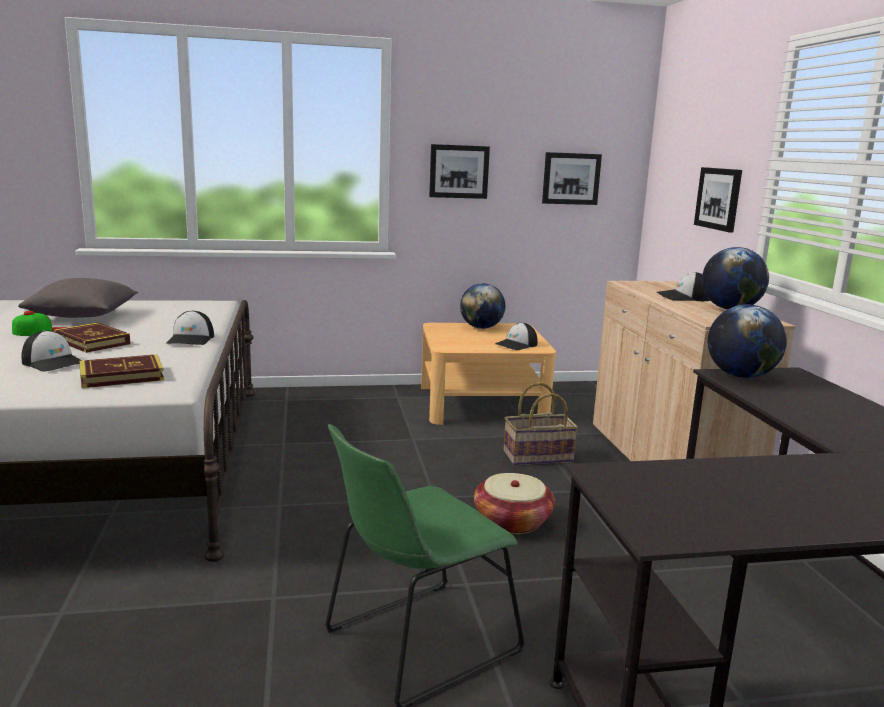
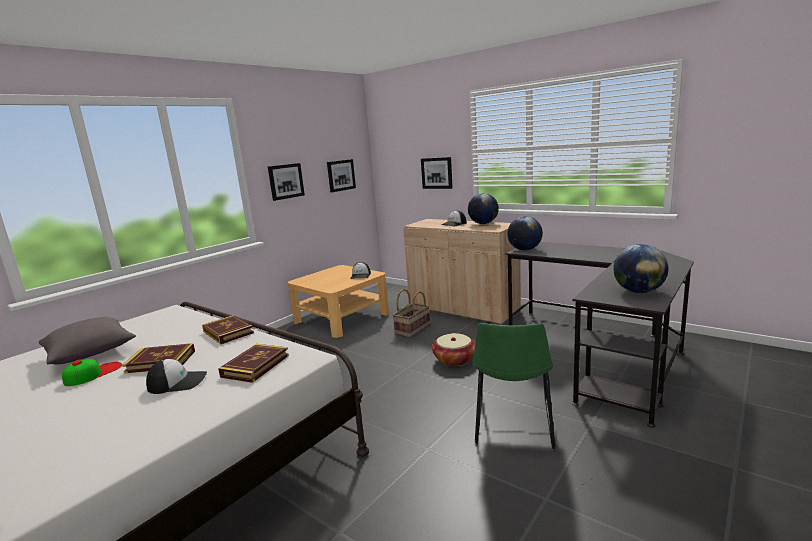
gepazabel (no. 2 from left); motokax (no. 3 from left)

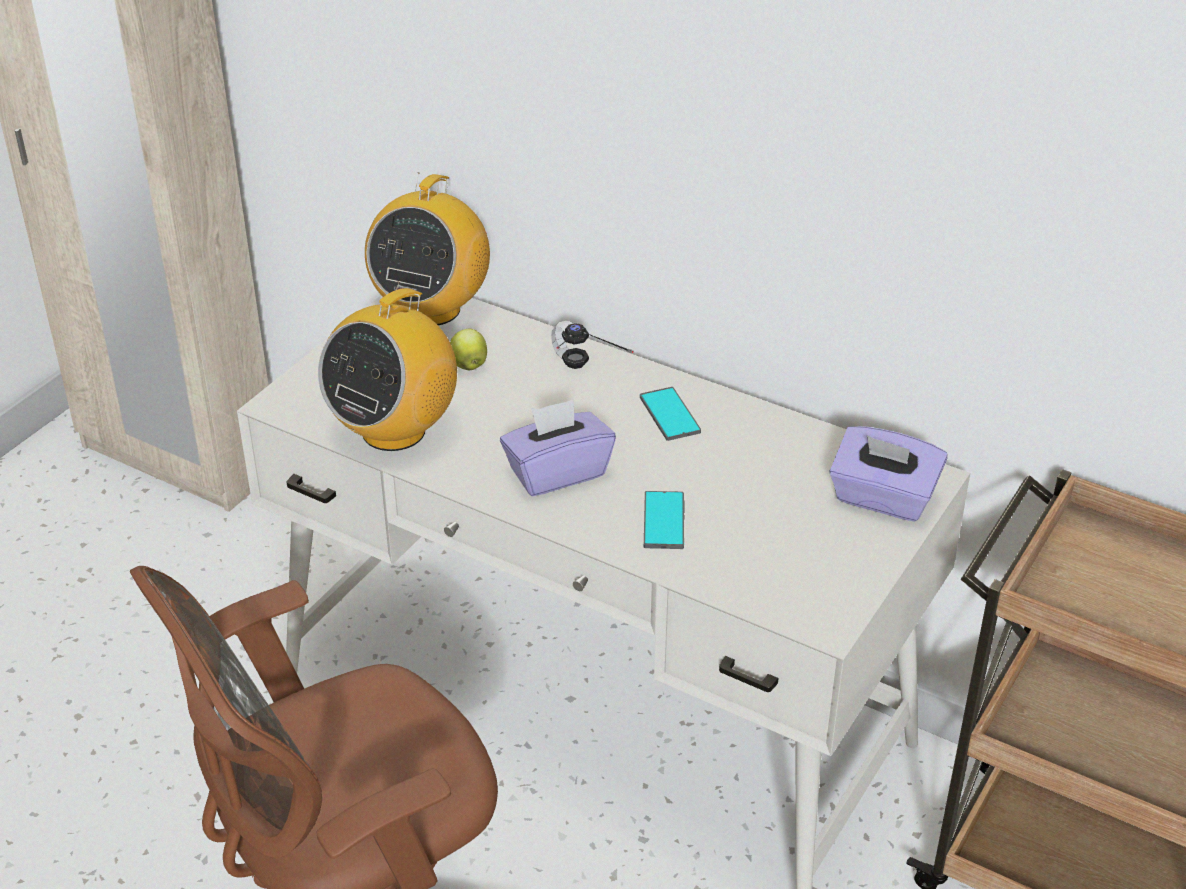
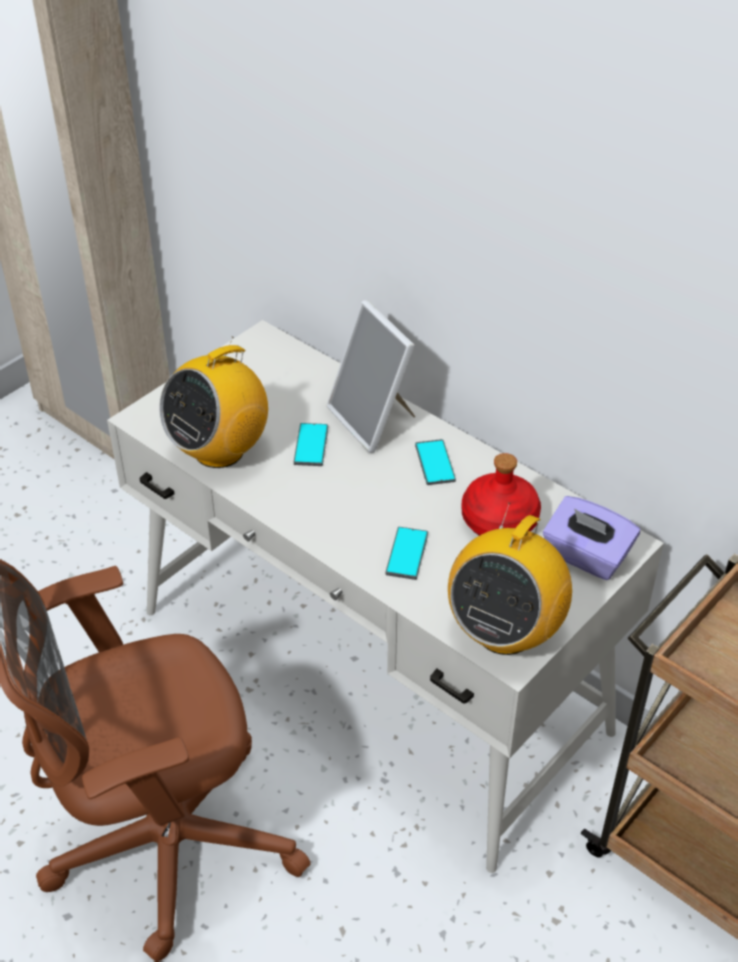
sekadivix (no. 2 from left); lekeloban; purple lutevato (no. 1 from left in the first image); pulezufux; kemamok (no. 1 from left); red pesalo

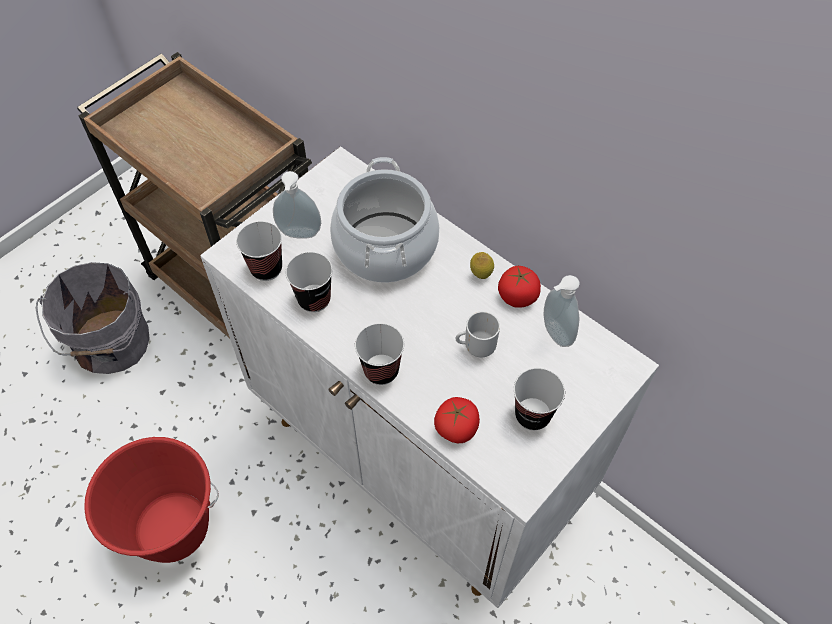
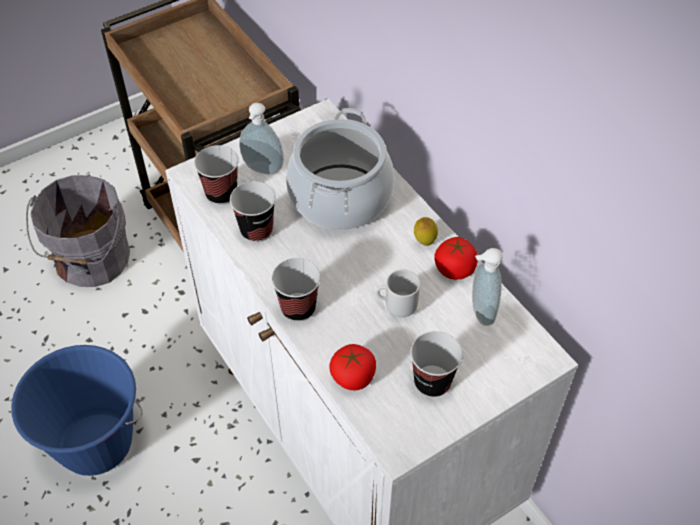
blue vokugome

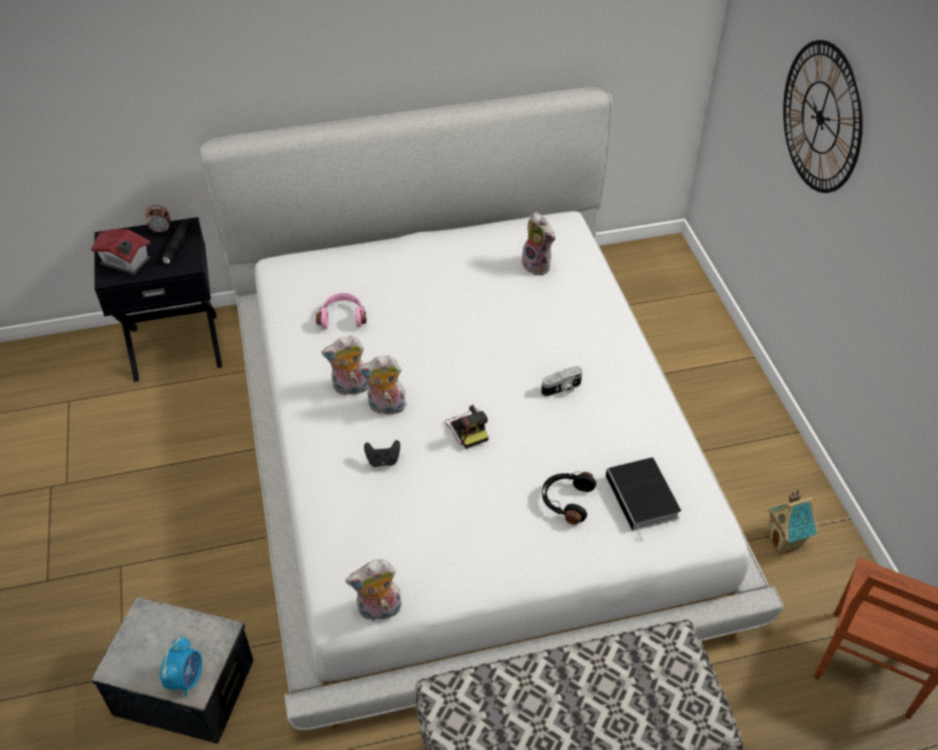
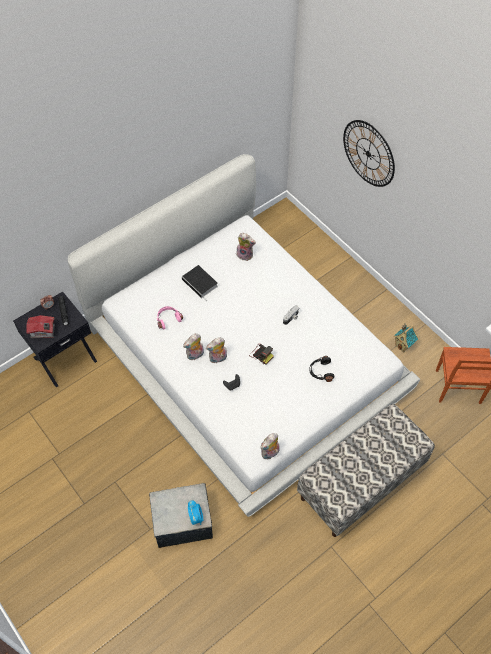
gepazabel

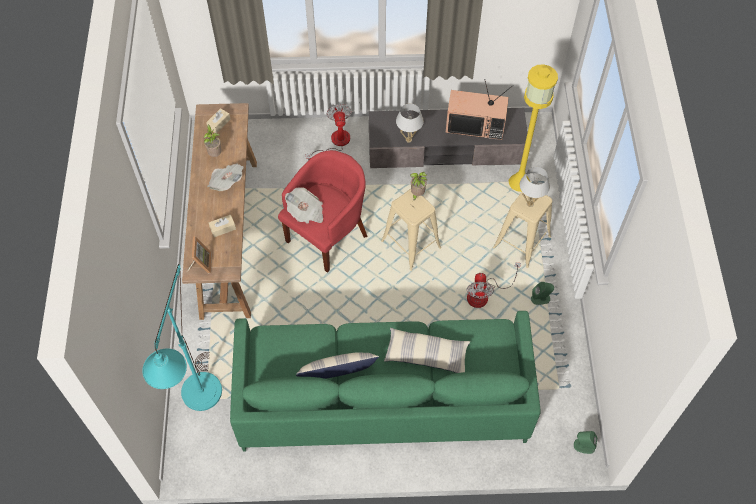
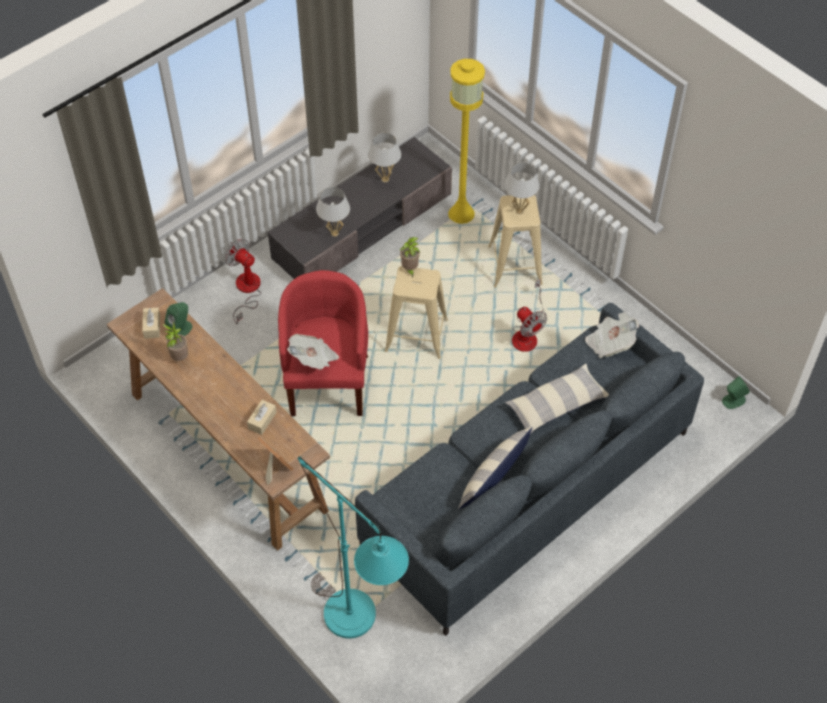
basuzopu (no. 2 from left); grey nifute; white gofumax (no. 2 from left); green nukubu (no. 1 from left)

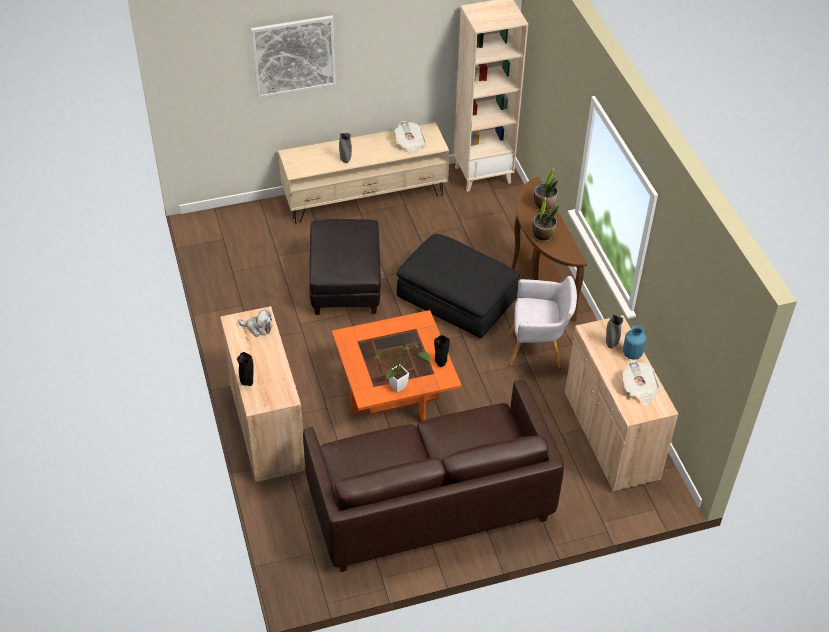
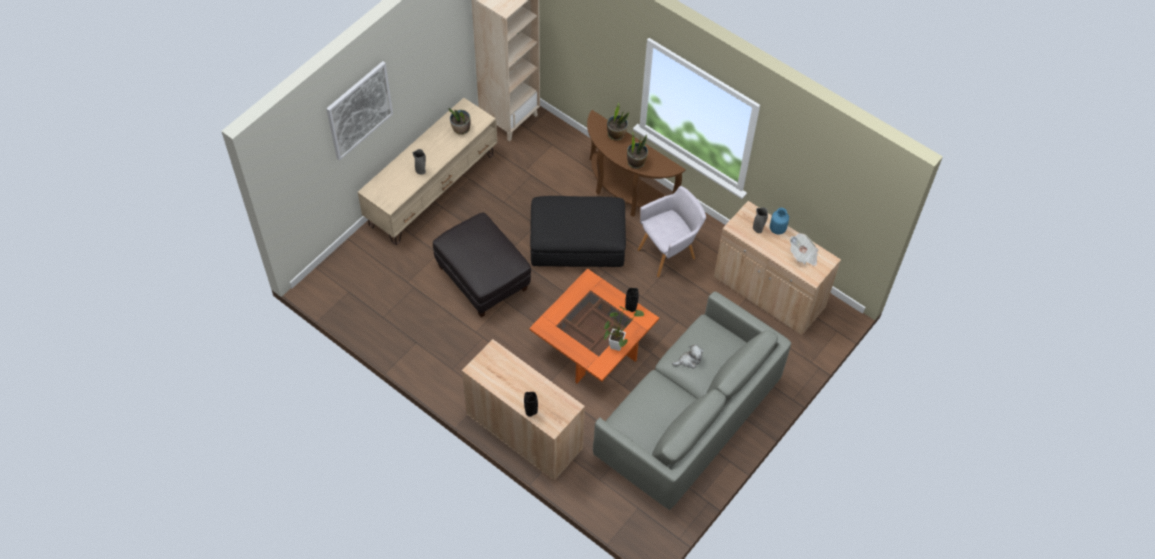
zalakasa; grey nifute; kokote (no. 1 from left)

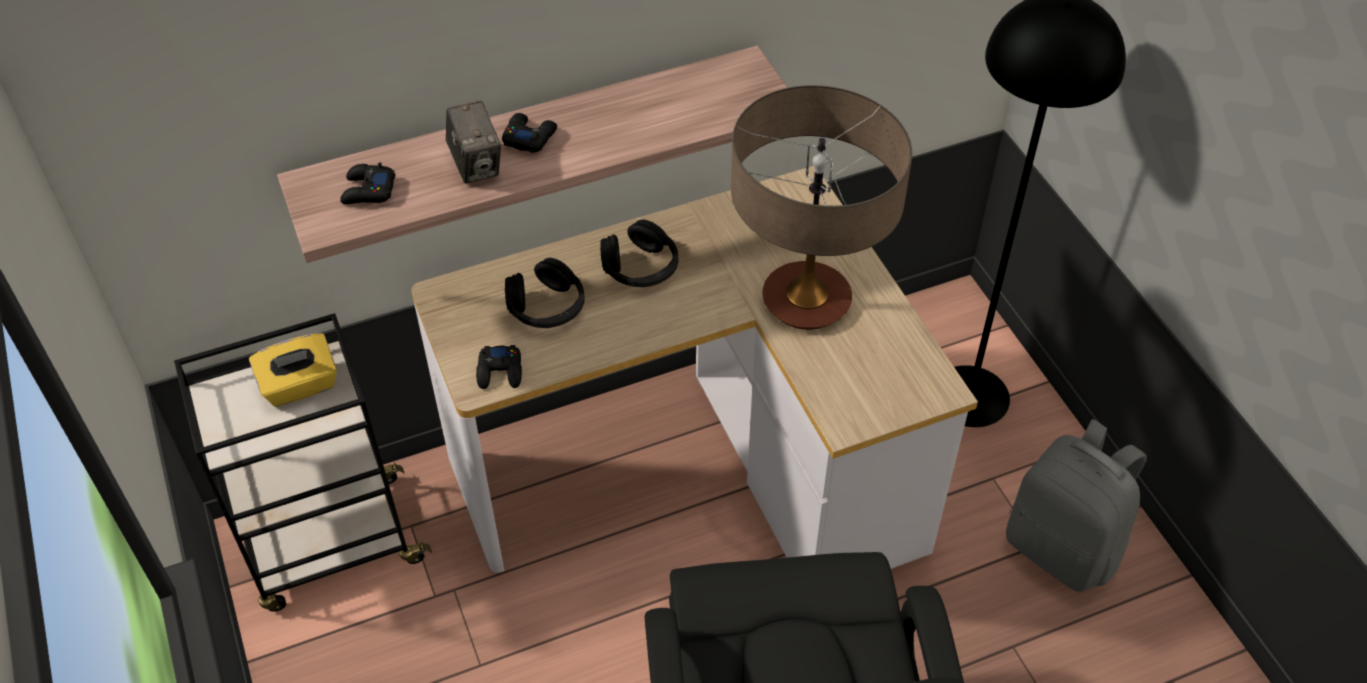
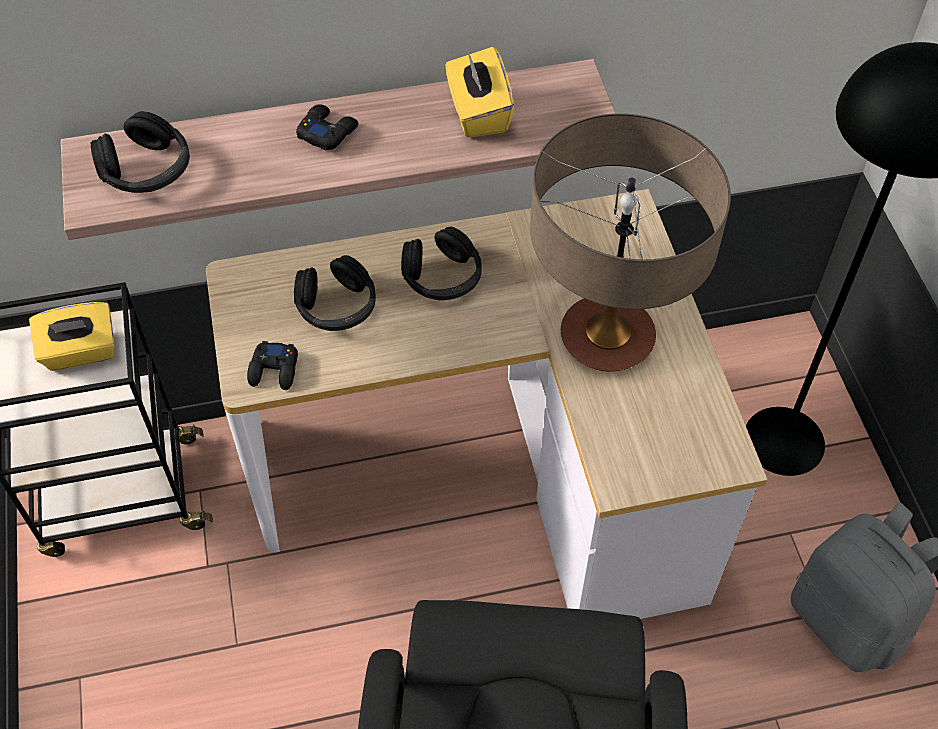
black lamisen (no. 1 from left); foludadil; yellow lutevato (no. 2 from left)

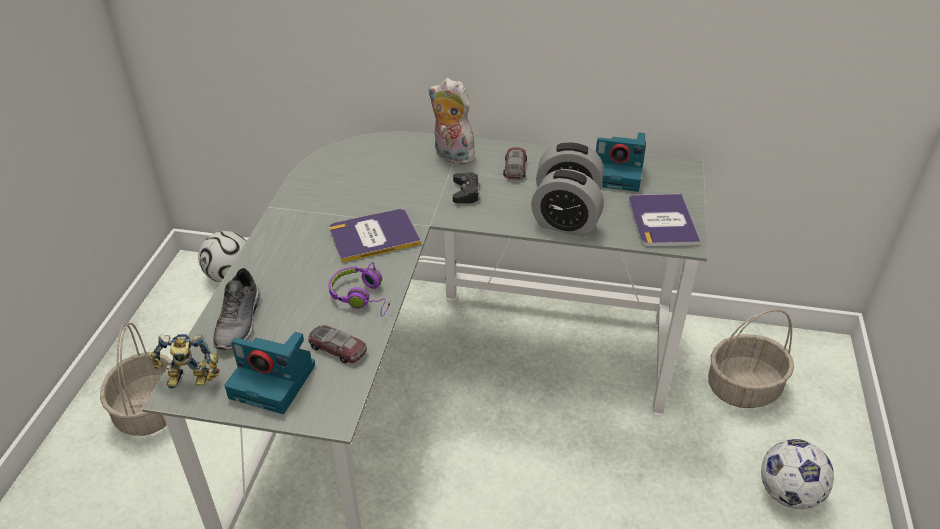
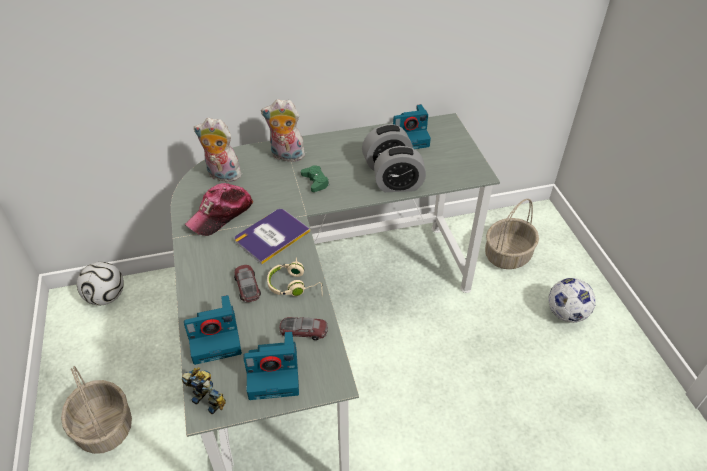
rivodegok; foludadil (no. 1 from left); beige lamisen; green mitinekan; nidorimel (no. 1 from left); gepazabel (no. 2 from left in the first image); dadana; zalakasa (no. 1 from left)

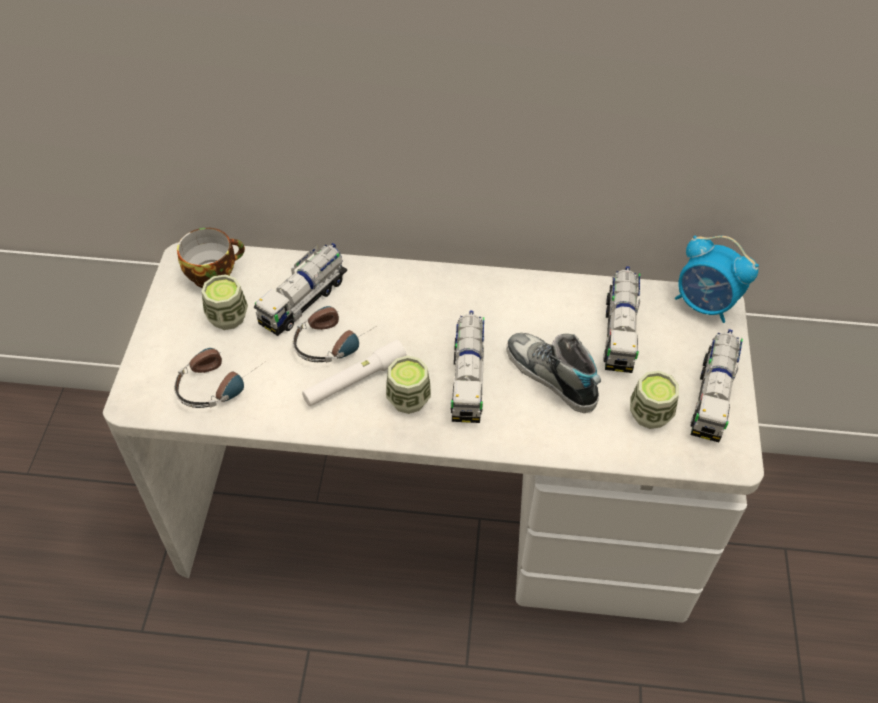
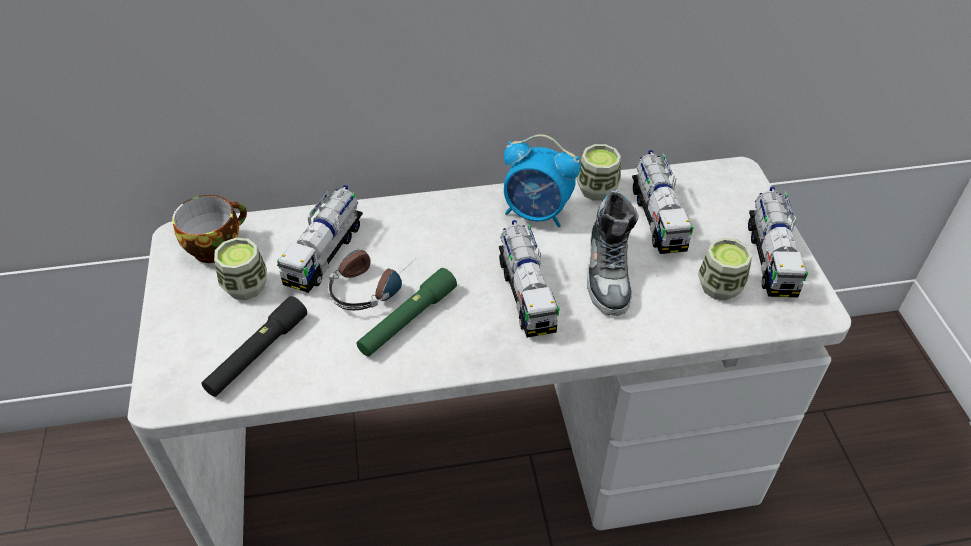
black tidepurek; green tidepurek; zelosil (no. 3 from left); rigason; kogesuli

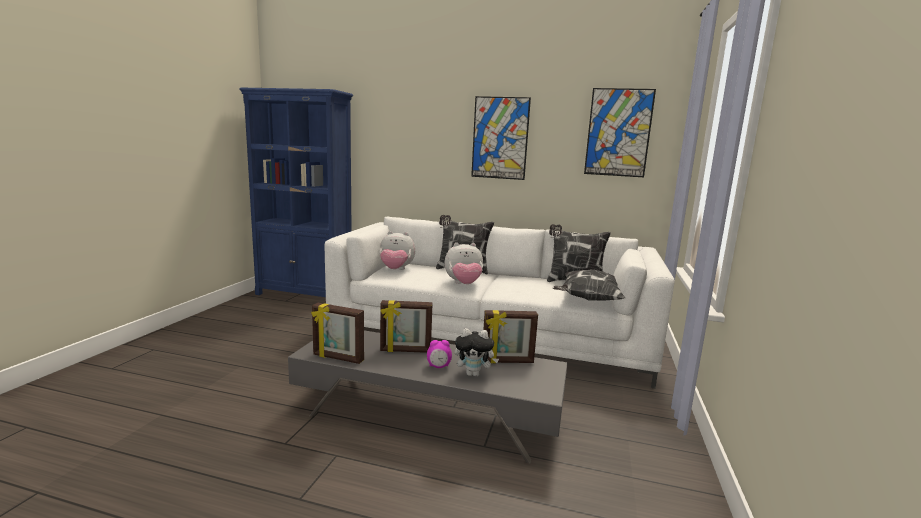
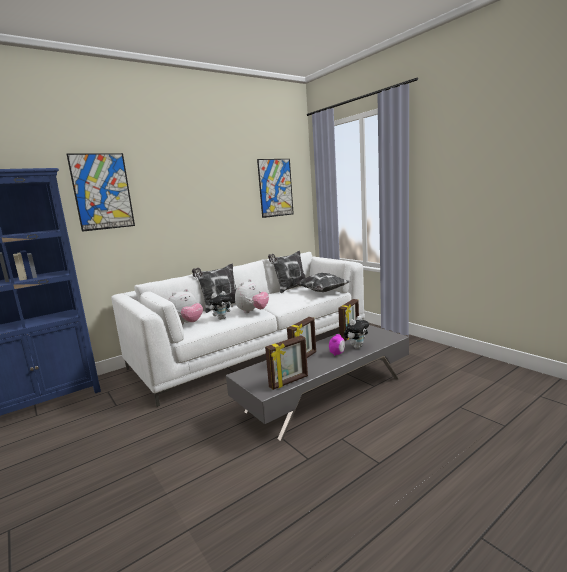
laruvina (no. 1 from left); zalakasa (no. 2 from left)

